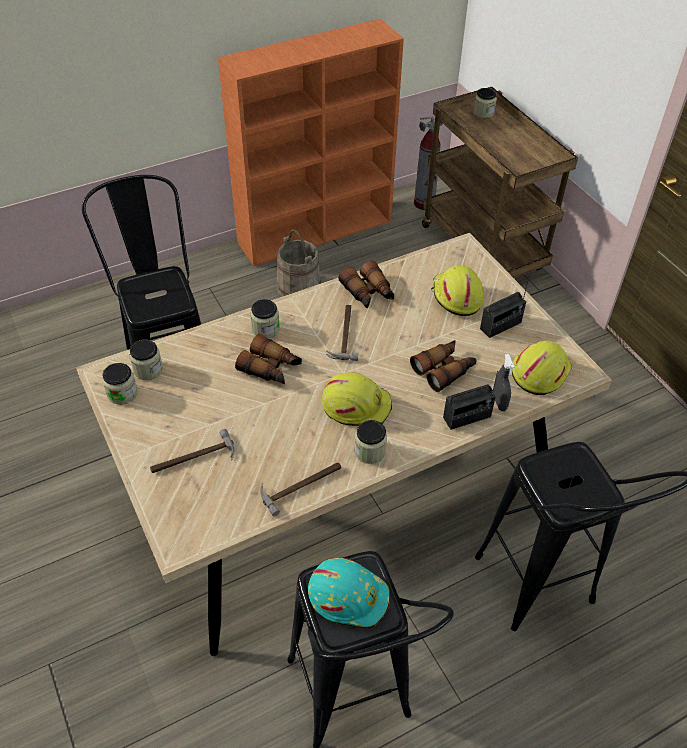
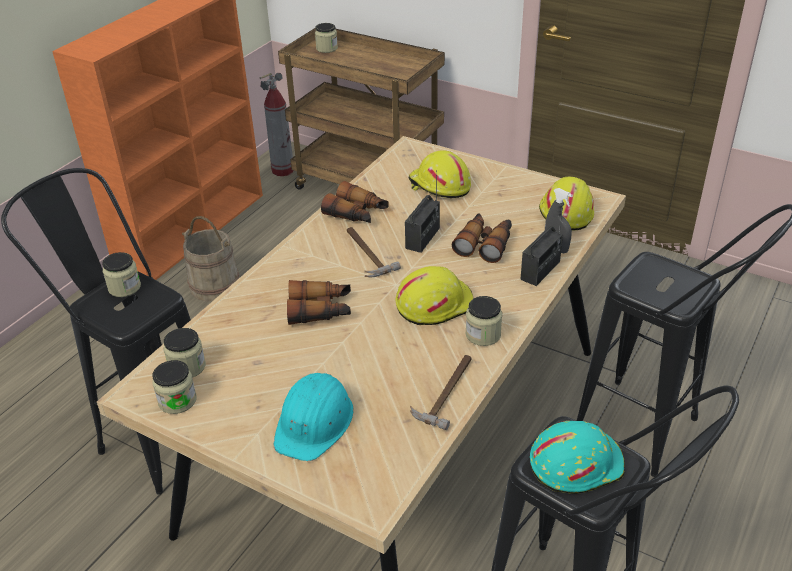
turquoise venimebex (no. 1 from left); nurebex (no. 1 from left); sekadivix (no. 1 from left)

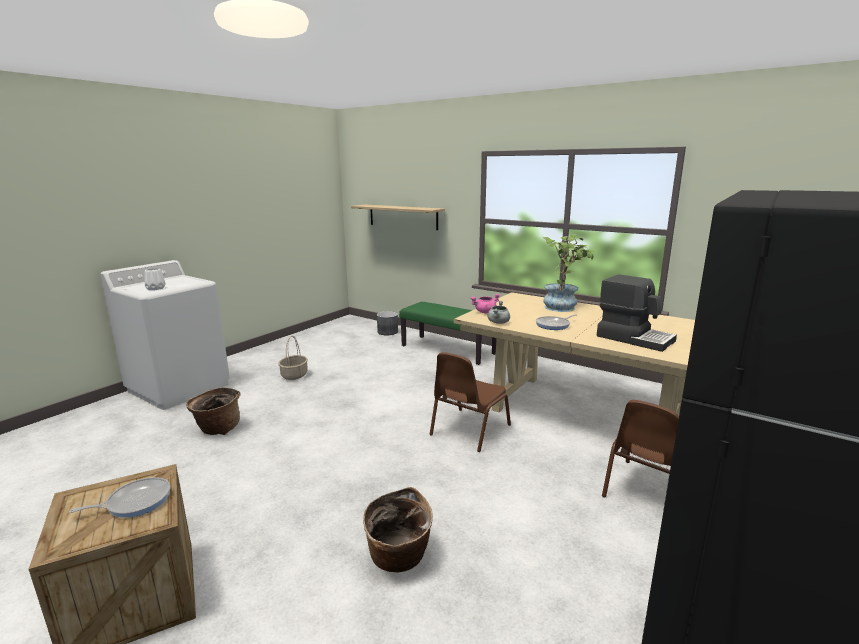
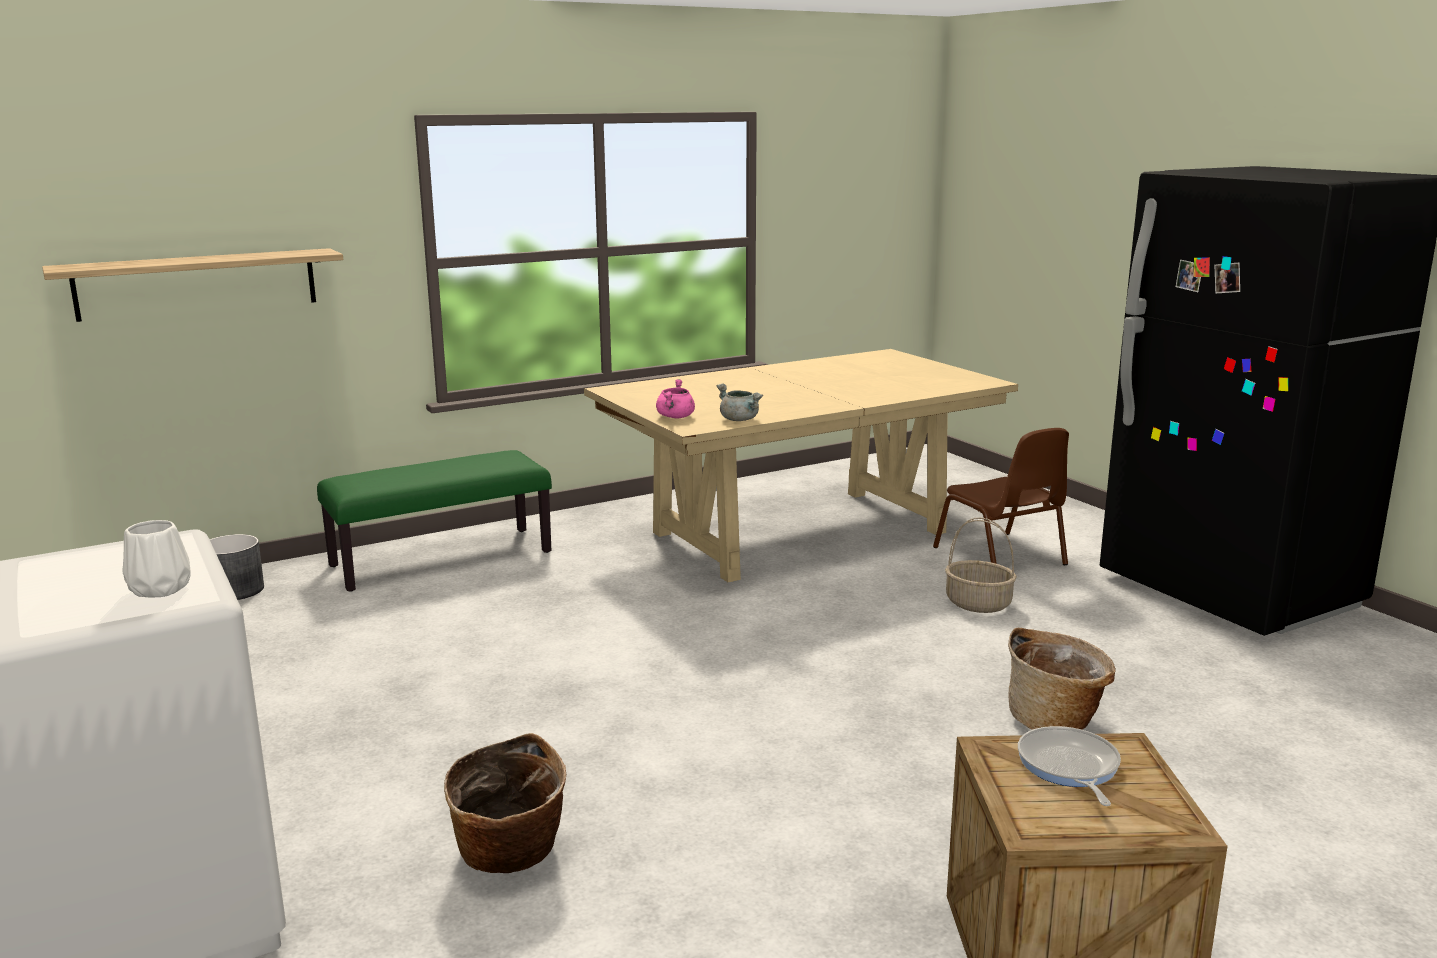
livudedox (no. 2 from left); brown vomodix (no. 1 from left in the first image); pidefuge (no. 2 from left in the first image); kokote; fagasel

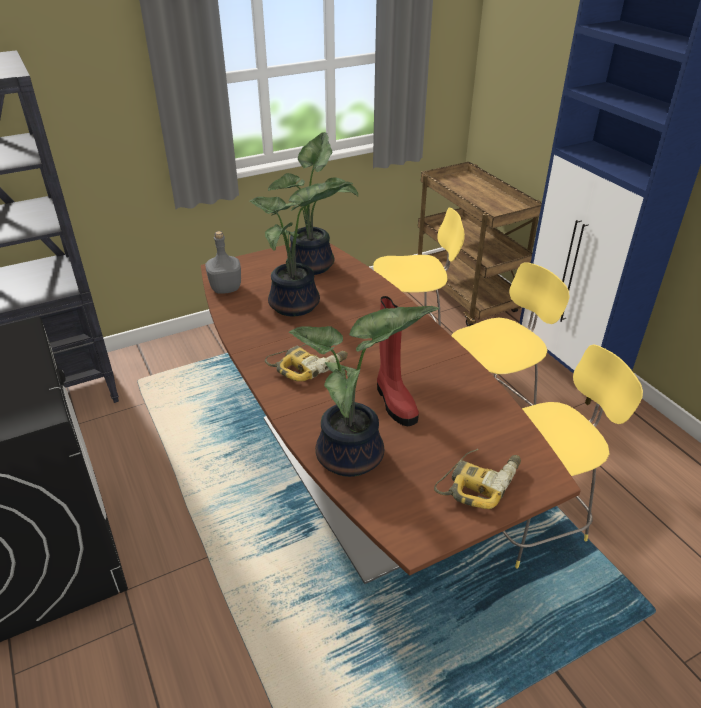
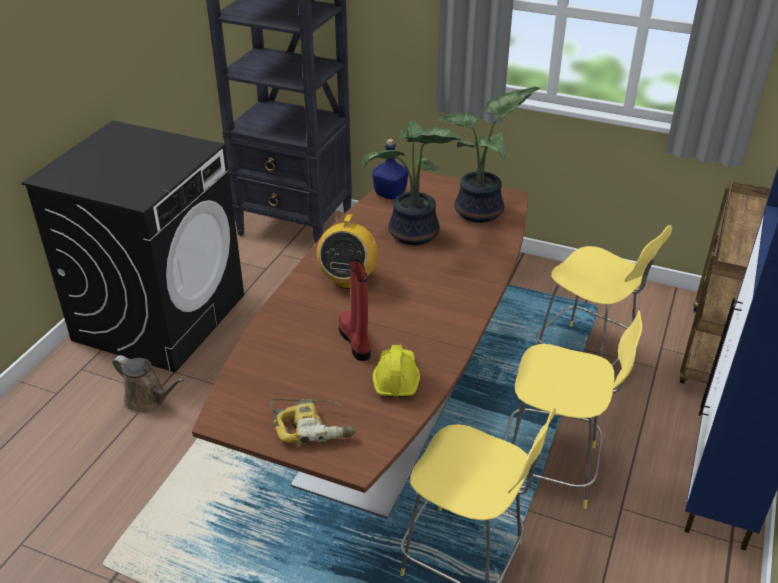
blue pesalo; sekadivix; kokote (no. 3 from left in the first image); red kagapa; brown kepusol; yellow venimebex

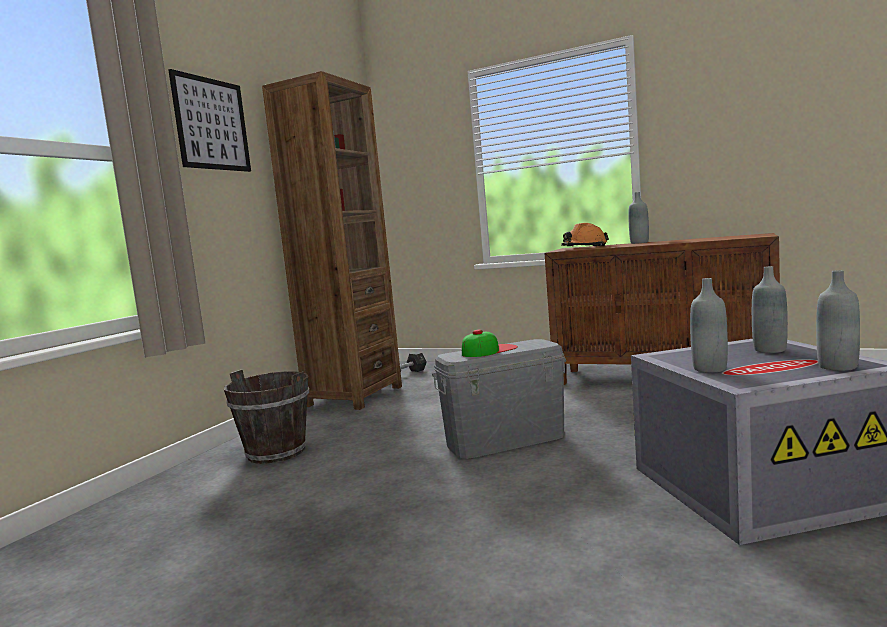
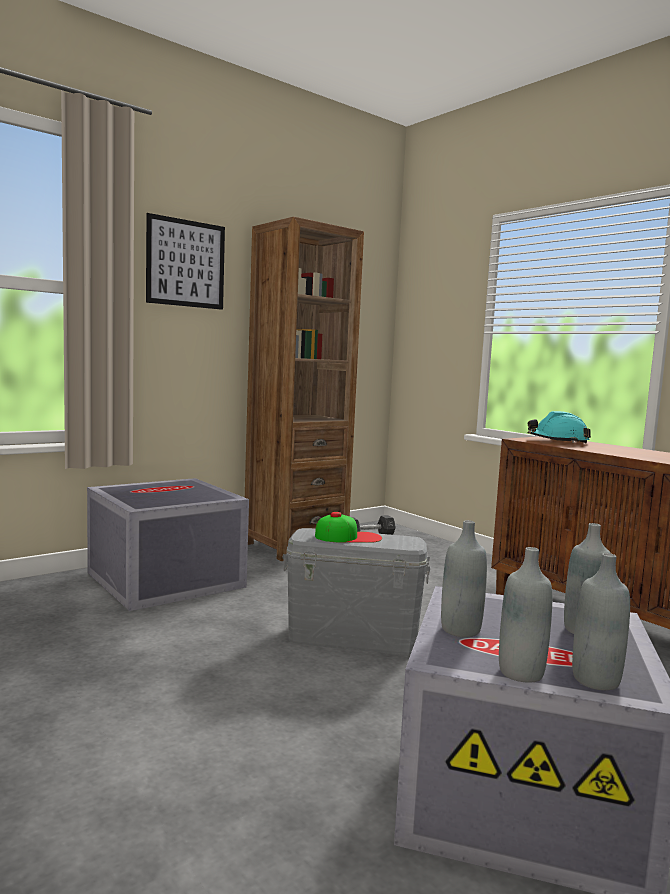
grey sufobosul (no. 1 from left); turquoise venimebex; grey pesalo (no. 2 from left)

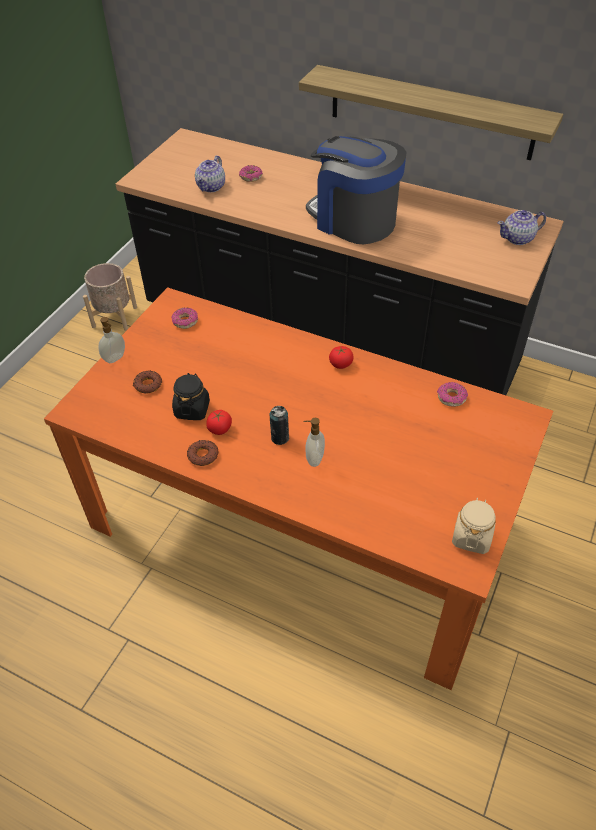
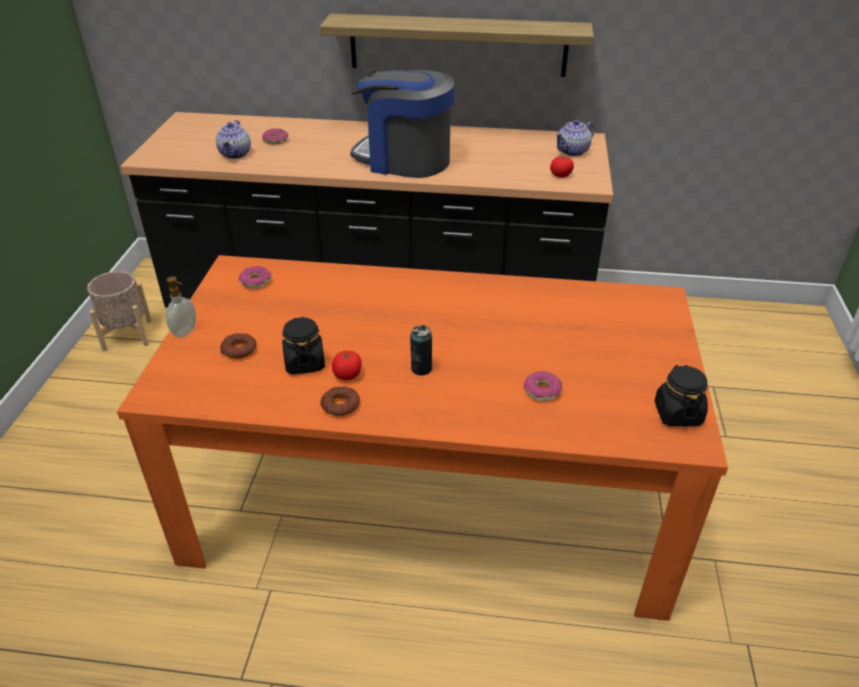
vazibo (no. 2 from left in the first image); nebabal (no. 2 from left); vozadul (no. 5 from left); black nurebex (no. 2 from left)

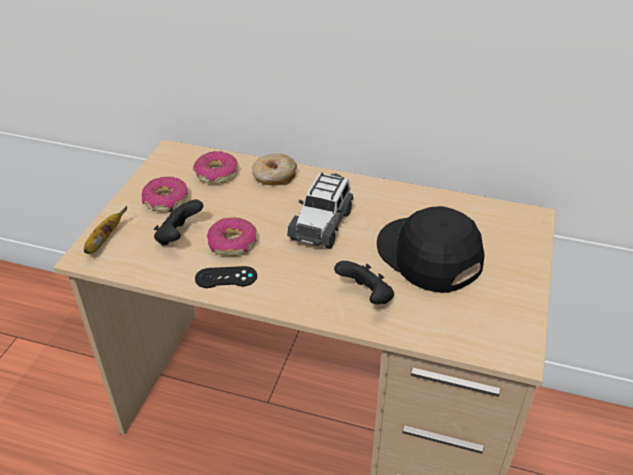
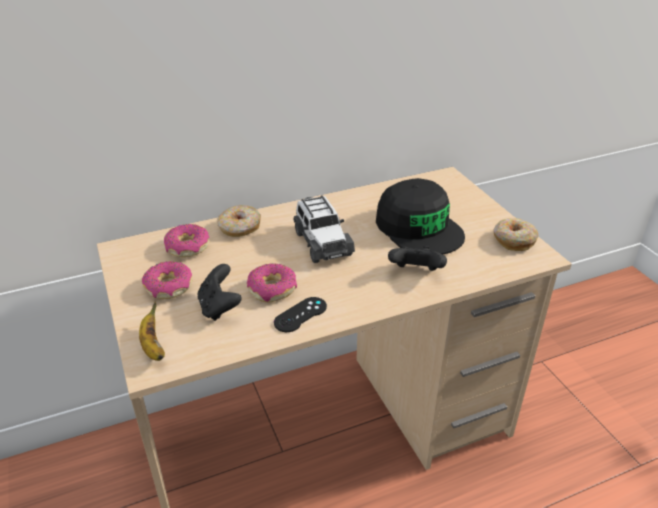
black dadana; vozadul (no. 5 from left)

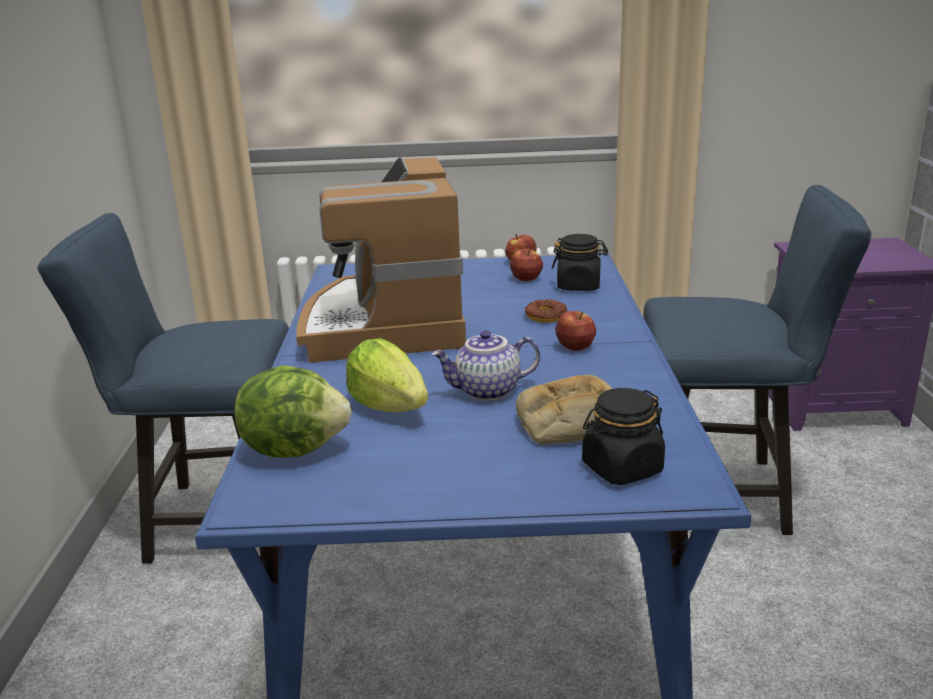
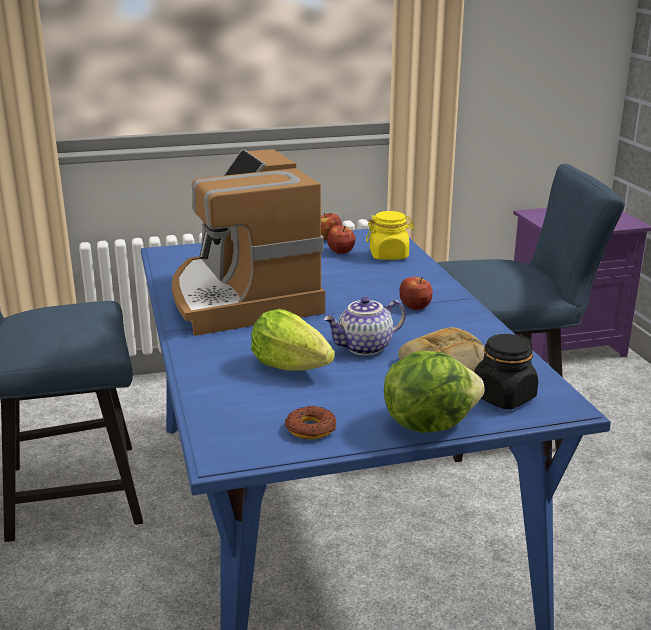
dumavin (no. 2 from left); vozadul; yellow nurebex

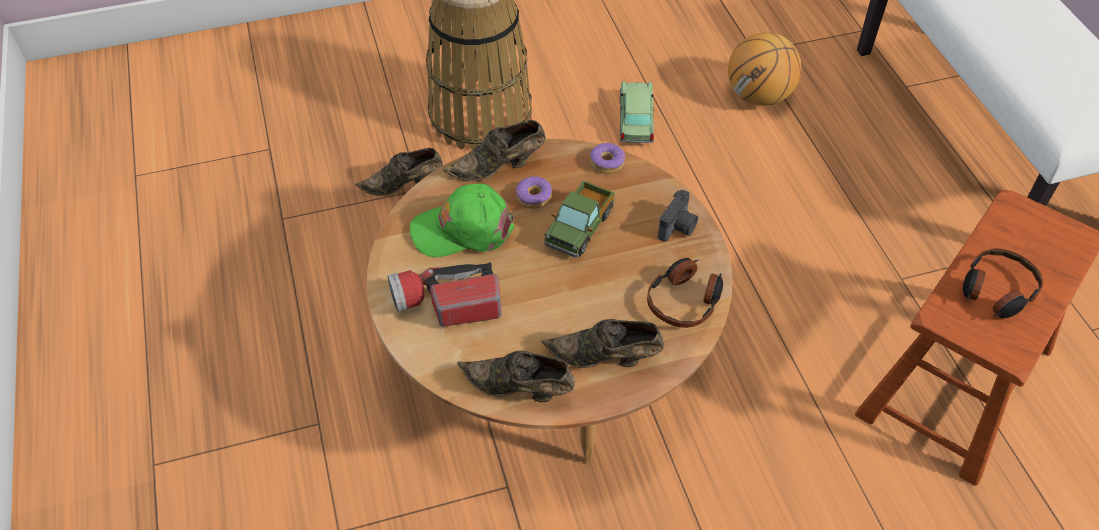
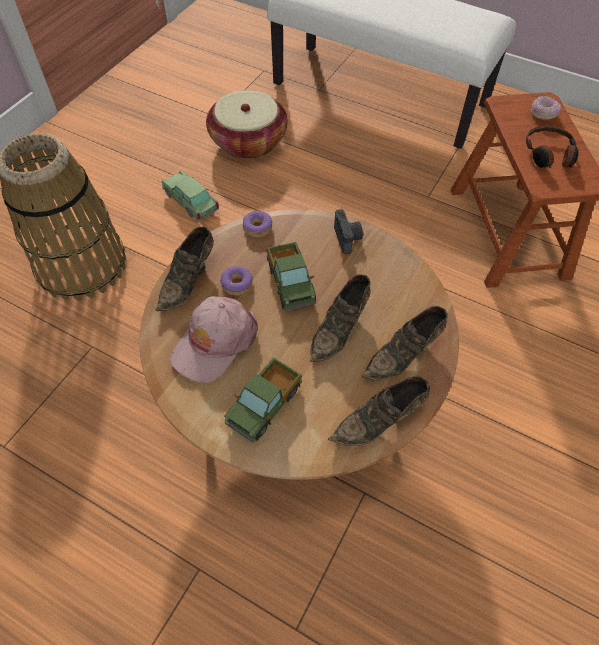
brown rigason (no. 2 from left); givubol (no. 1 from left); pink dadana; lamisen (no. 1 from left in the first image); livudedox (no. 2 from left); vozadul (no. 3 from left)

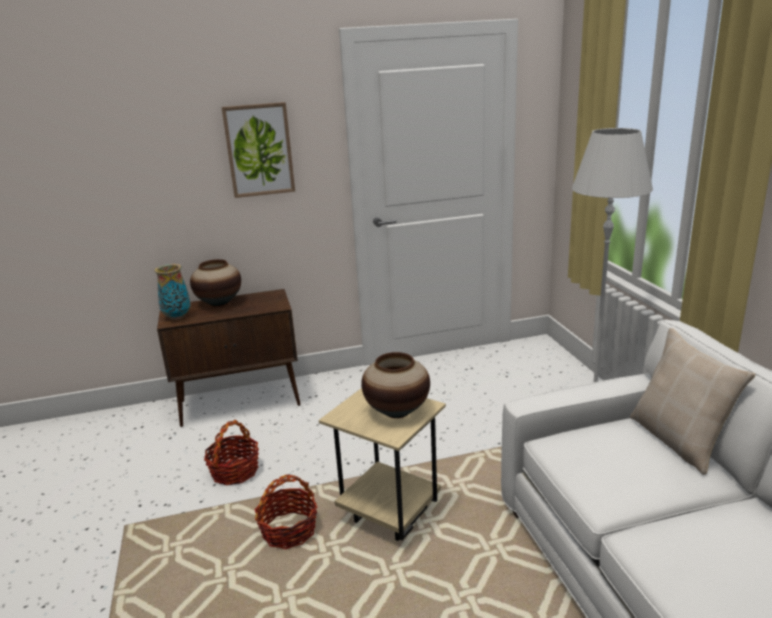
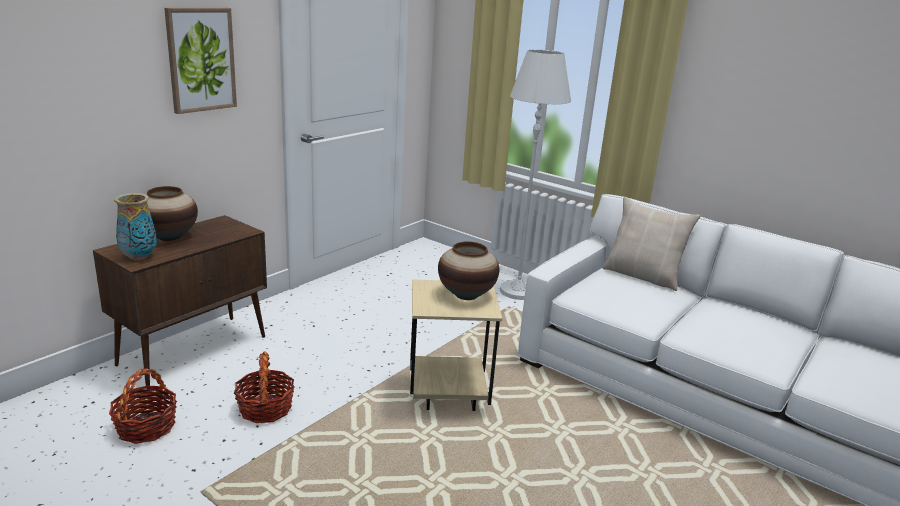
livudedox (no. 1 from left)

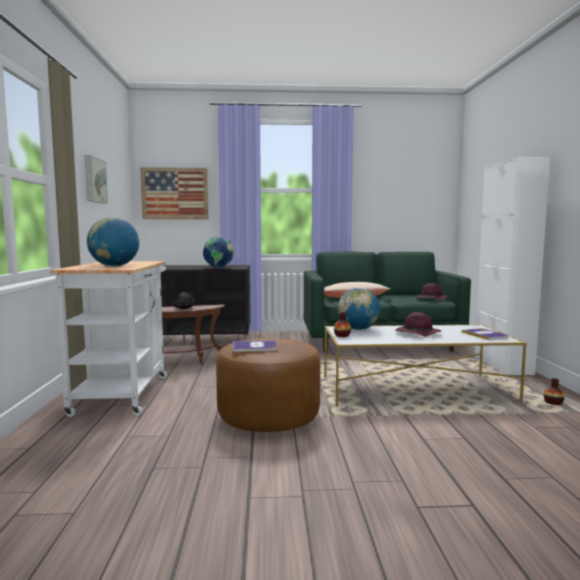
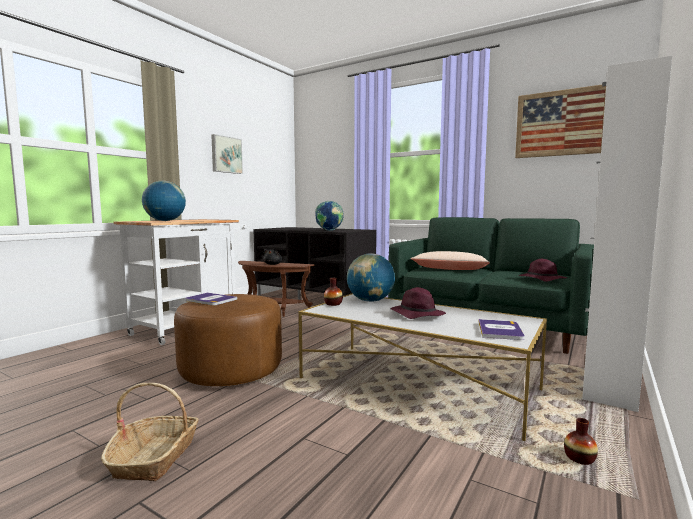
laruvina (no. 2 from left); livudedox

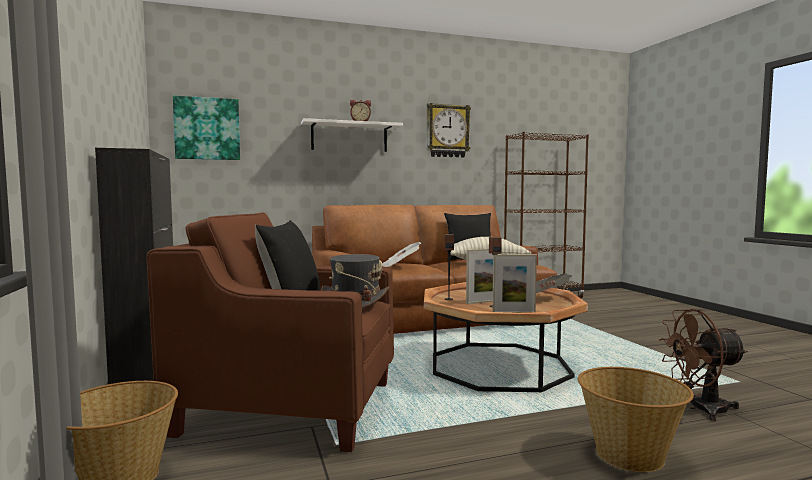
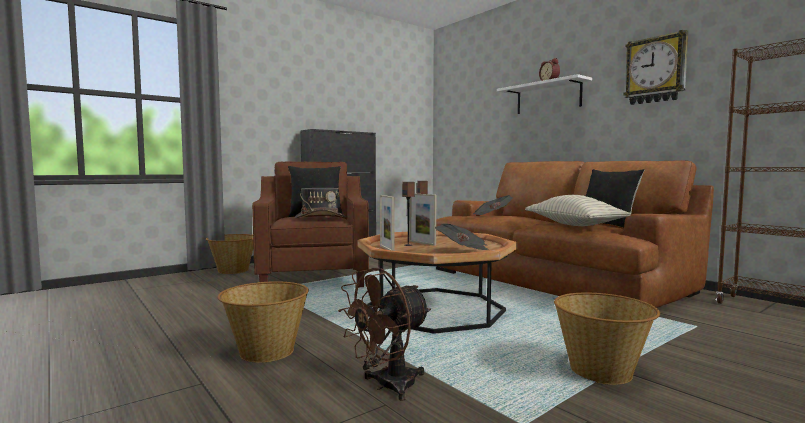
laruvina; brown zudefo; livudedox (no. 3 from left)

